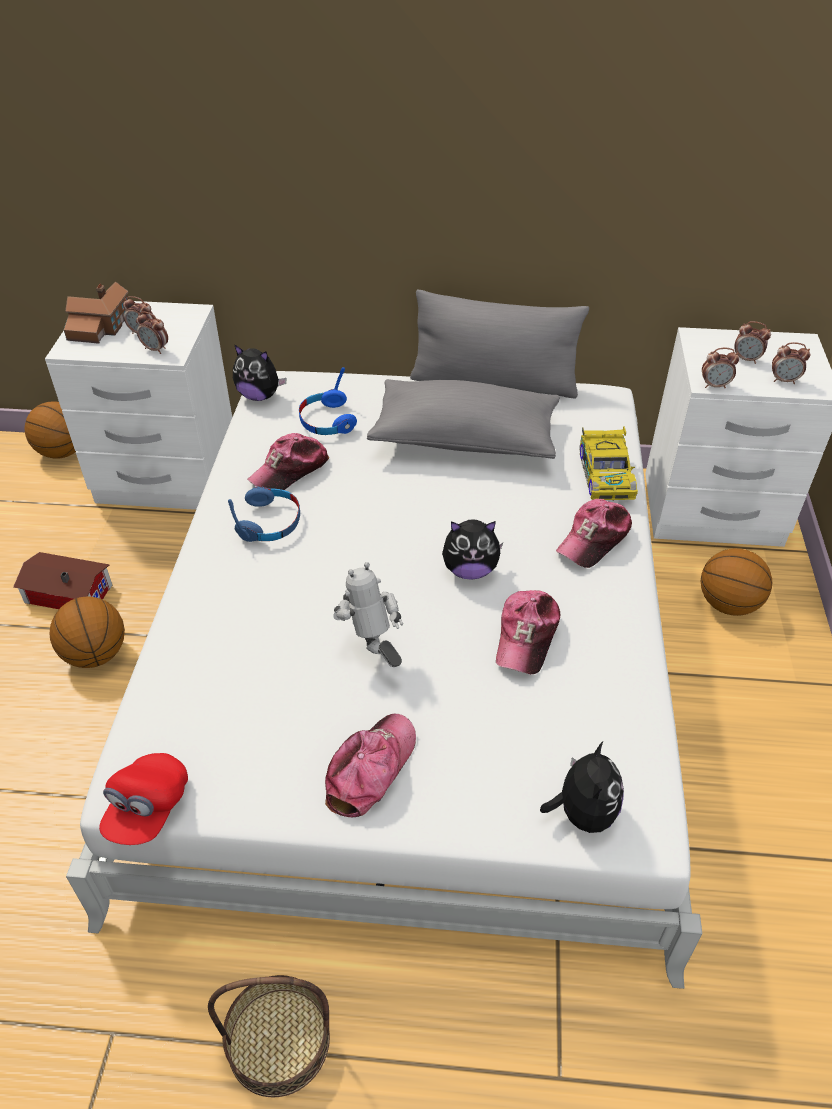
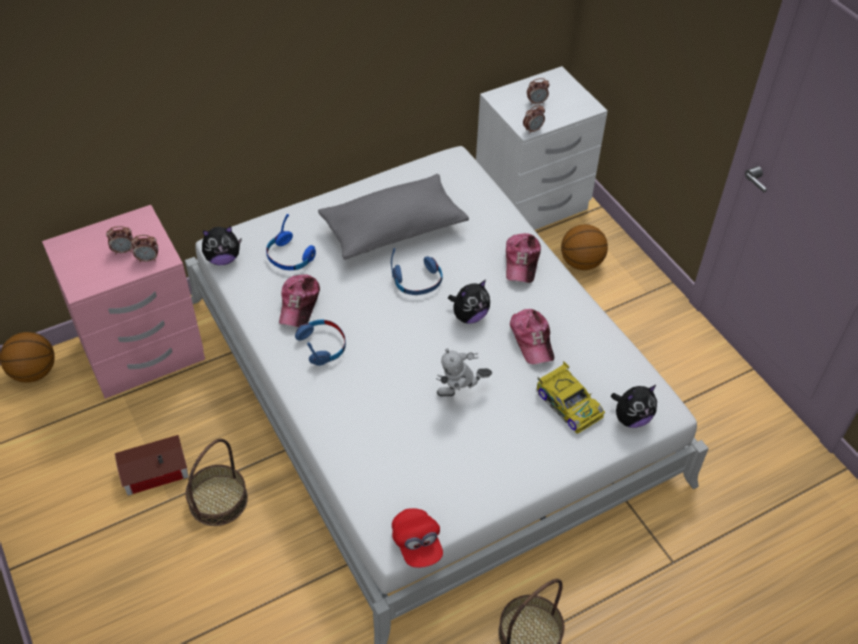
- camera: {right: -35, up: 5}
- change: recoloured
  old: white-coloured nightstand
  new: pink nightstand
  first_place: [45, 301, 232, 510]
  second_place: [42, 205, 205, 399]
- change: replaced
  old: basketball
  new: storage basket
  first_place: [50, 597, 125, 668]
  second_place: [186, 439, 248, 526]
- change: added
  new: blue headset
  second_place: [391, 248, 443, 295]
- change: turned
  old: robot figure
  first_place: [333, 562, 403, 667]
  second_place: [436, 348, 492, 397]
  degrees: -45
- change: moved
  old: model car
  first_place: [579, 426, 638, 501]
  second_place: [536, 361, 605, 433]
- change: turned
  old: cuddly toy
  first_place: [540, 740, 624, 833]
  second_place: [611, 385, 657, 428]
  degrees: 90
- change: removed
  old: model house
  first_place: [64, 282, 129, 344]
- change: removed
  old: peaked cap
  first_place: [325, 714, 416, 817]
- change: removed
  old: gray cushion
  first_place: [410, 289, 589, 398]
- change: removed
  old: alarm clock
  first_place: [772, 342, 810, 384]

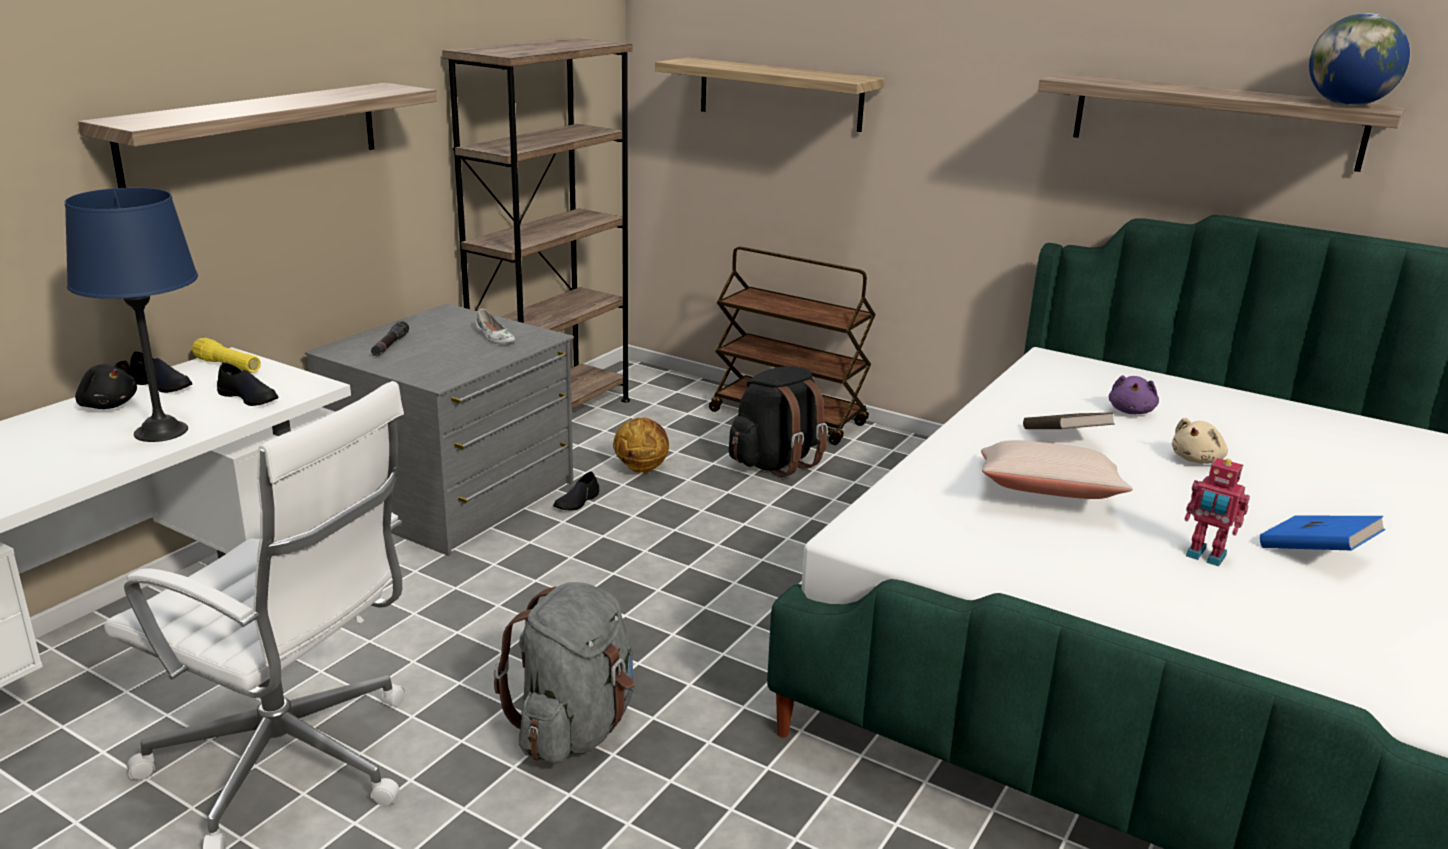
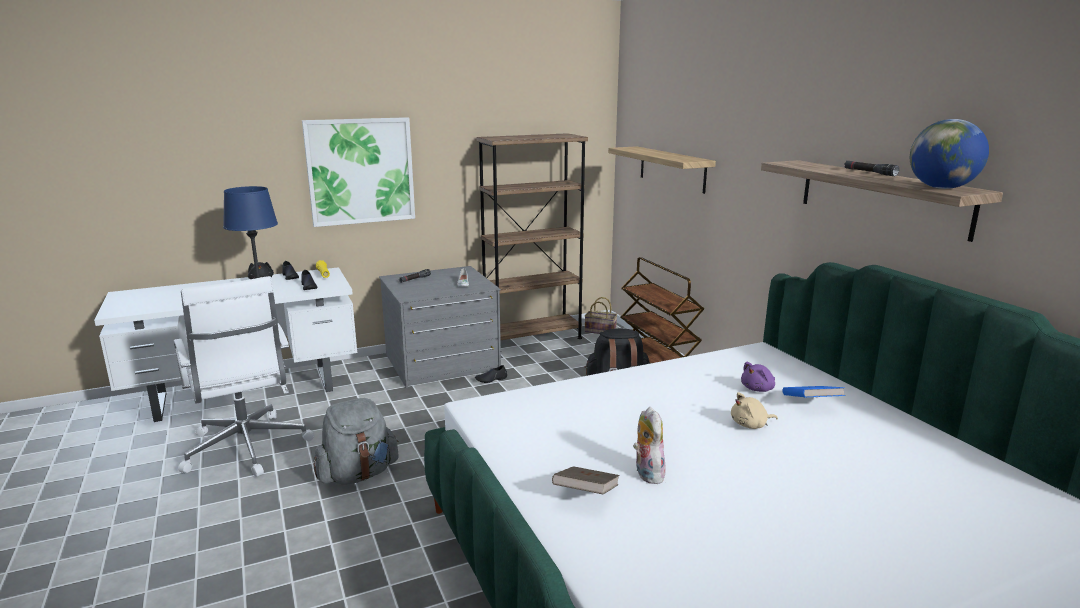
- camera: {right: 35, up: -5}
- change: replaced
  old: shelf
  new: wall picture
  first_place: [78, 83, 437, 188]
  second_place: [302, 117, 415, 227]
- change: moved
  old: brown volume
  first_place: [1023, 412, 1115, 429]
  second_place: [552, 466, 620, 494]
- change: added
  new: storage basket
  second_place: [585, 297, 617, 334]
- change: replaced
  old: robot figure
  new: cuddly toy
  first_place: [1185, 457, 1250, 566]
  second_place: [633, 407, 666, 484]
- change: moved
  old: blue volume
  first_place: [1260, 515, 1386, 550]
  second_place: [782, 386, 845, 397]
- change: added
  new: black hand torch
  second_place: [844, 161, 899, 176]
- change: removed
  old: basketball
  first_place: [613, 417, 669, 473]
- change: removed
  old: beige cushion
  first_place: [981, 440, 1133, 499]

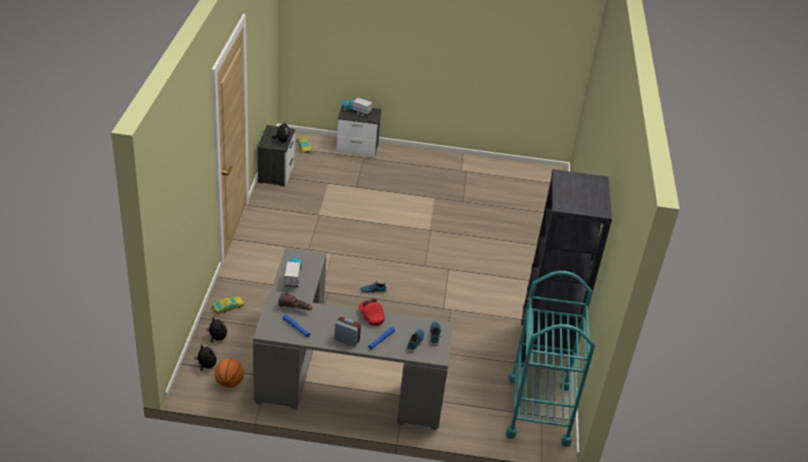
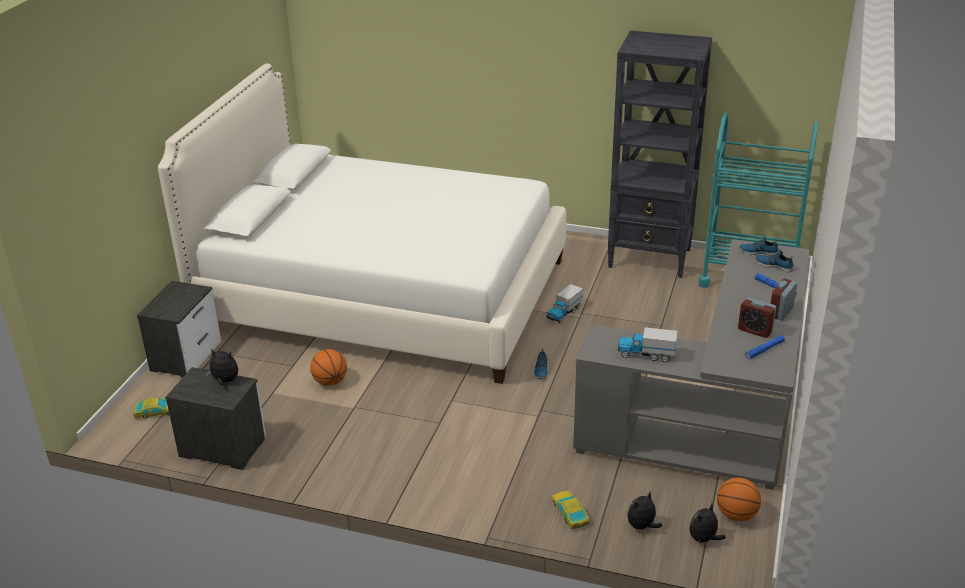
- camera: {right: -75, up: -5}
- change: added
  new: white-coloured bed
  second_place: [158, 63, 566, 384]
- change: added
  new: basketball
  second_place: [310, 349, 347, 386]
- change: moved
  old: toy truck
  first_place: [342, 98, 372, 117]
  second_place: [546, 284, 583, 324]
- change: added
  new: alarm clock
  second_place: [738, 297, 776, 338]
- change: removed
  old: hand torch
  first_place: [278, 292, 312, 310]
- change: removed
  old: reddish peaked cap
  first_place: [359, 298, 385, 326]

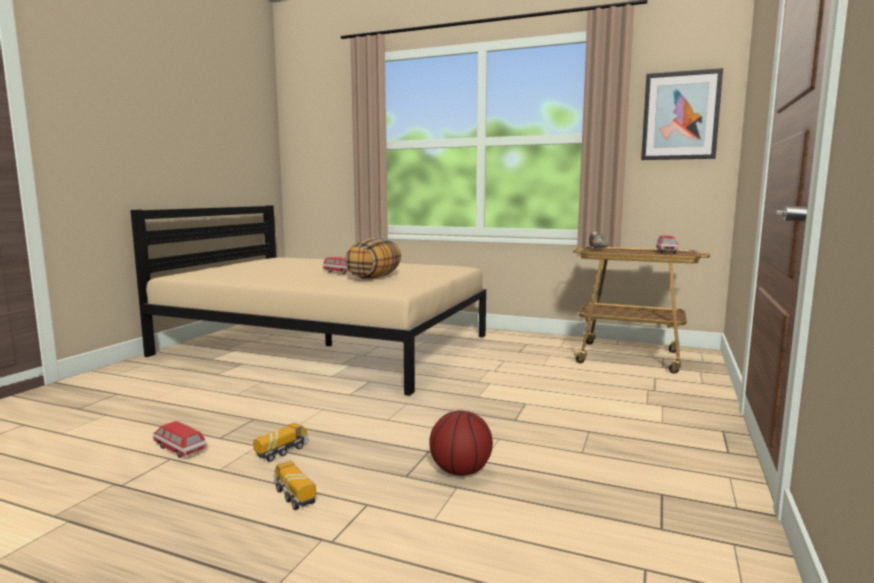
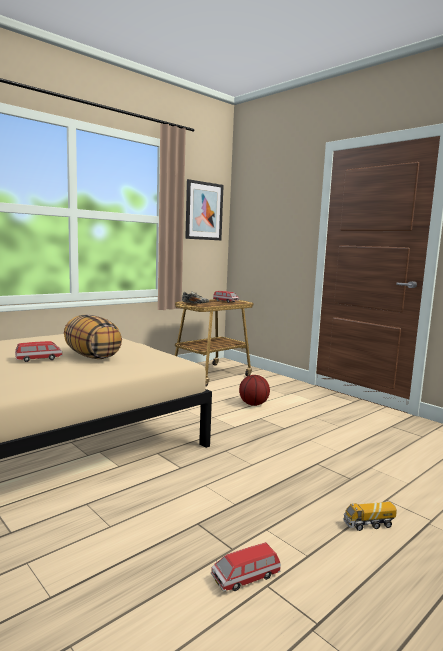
- camera: {right: -65, up: 0}
- change: moved
  old: basketball
  first_place: [429, 410, 493, 476]
  second_place: [239, 375, 270, 406]
- change: removed
  old: toy truck
  first_place: [253, 422, 309, 462]

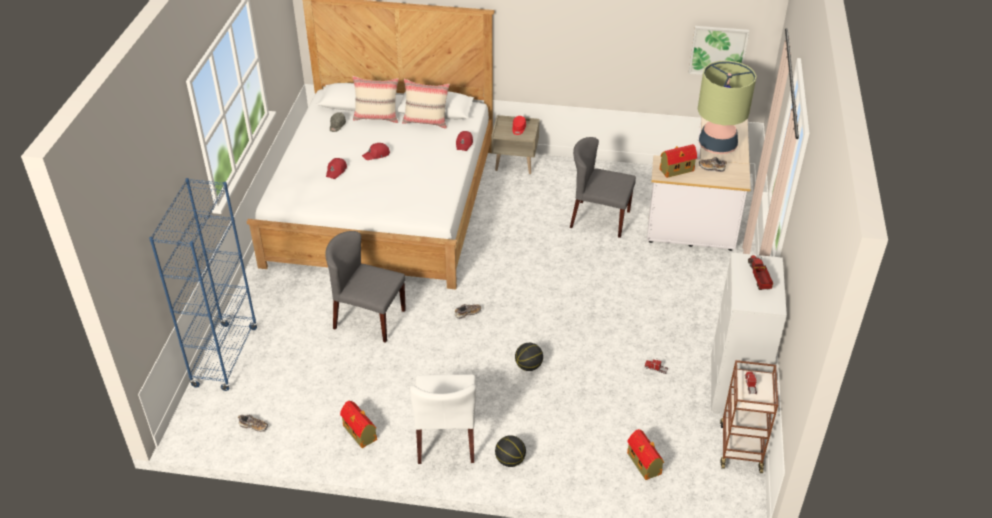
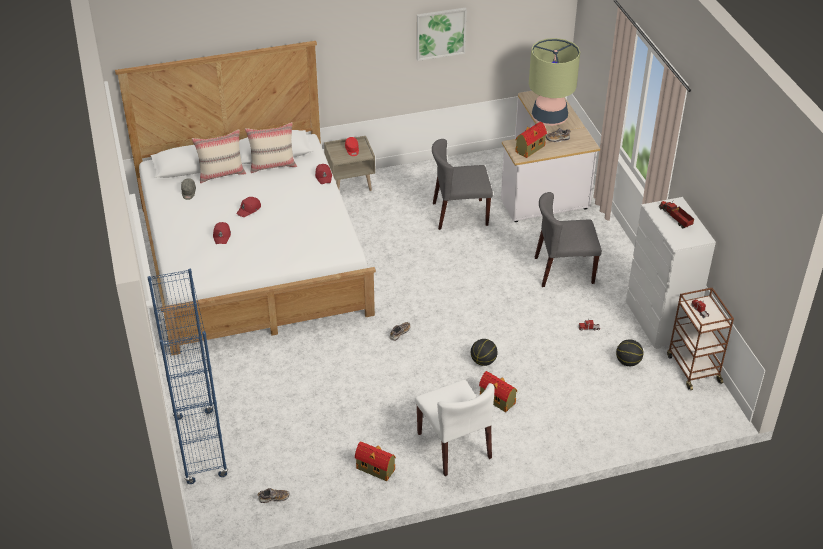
- camera: {right: -25, up: 0}
- change: moved
  old: wall picture
  first_place: [689, 26, 749, 75]
  second_place: [416, 7, 467, 61]
- change: moved
  old: model house
  first_place: [627, 429, 664, 480]
  second_place: [479, 371, 517, 412]
- change: moved
  old: gray chair
  first_place: [325, 231, 406, 343]
  second_place: [535, 192, 602, 287]
- change: moved
  old: basketball
  first_place: [495, 435, 526, 467]
  second_place: [616, 339, 644, 366]

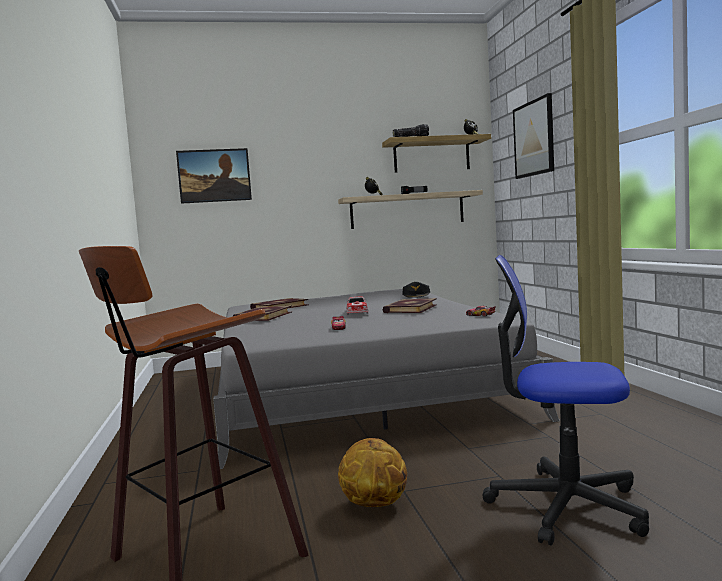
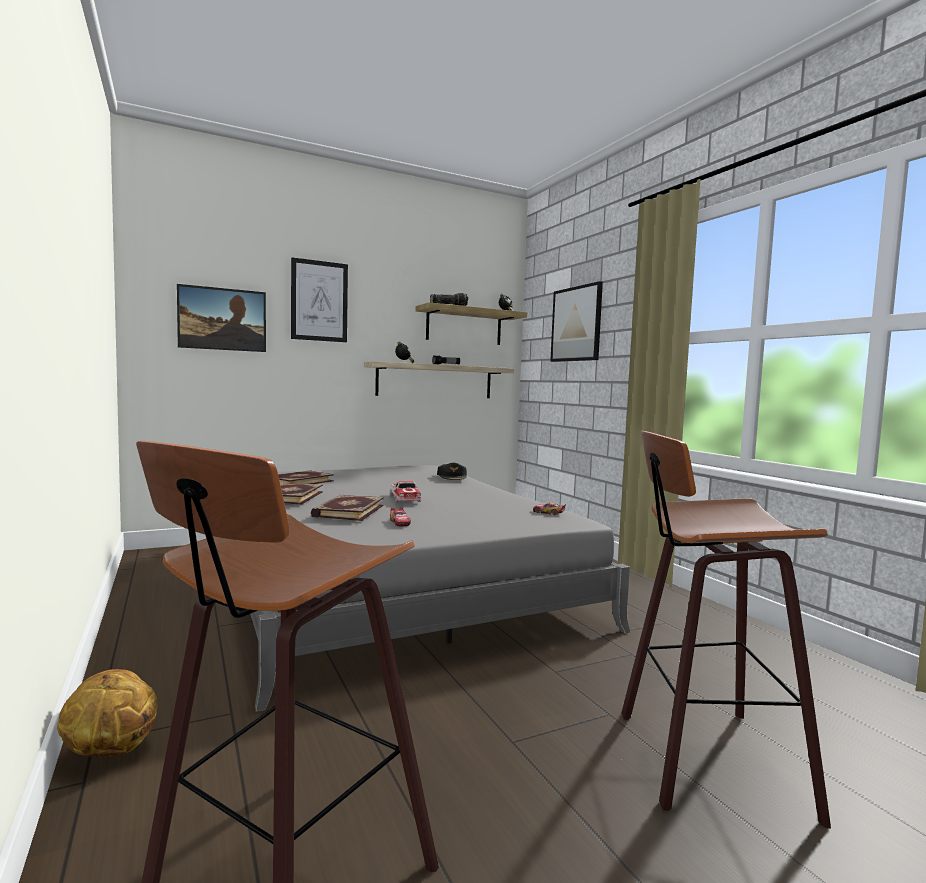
- camera: {right: -15, up: 0}
- change: moved
  old: basketball
  first_place: [338, 438, 407, 507]
  second_place: [57, 669, 158, 757]
- change: added
  new: wall picture
  second_place: [291, 257, 348, 342]
- change: moved
  old: volume
  first_place: [383, 298, 437, 313]
  second_place: [311, 495, 384, 521]
- change: replaced
  old: desk chair
  new: stool
  first_place: [482, 255, 649, 546]
  second_place: [621, 431, 831, 828]

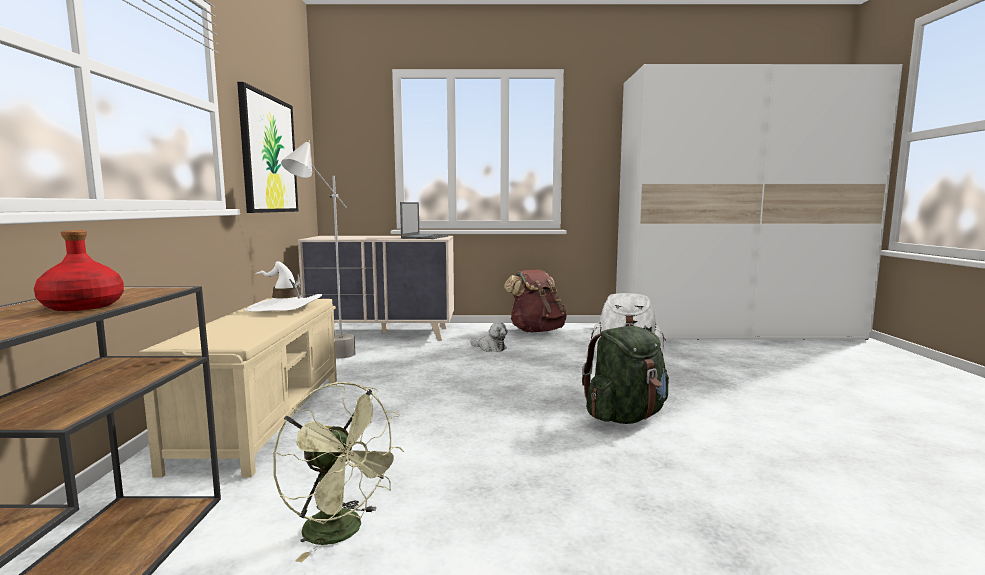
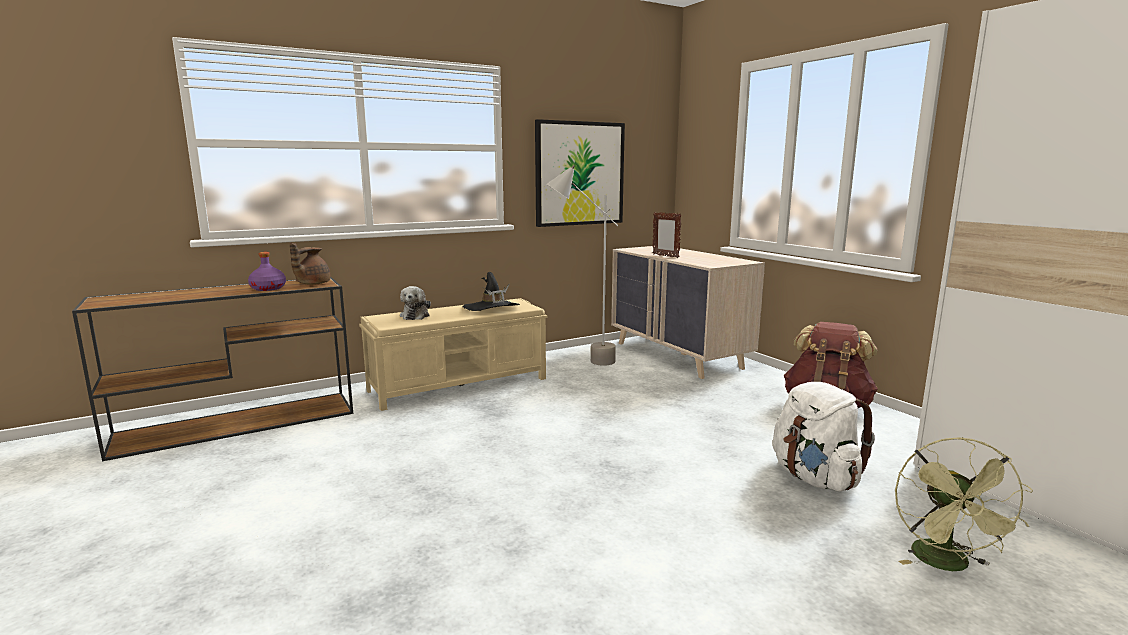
- camera: {right: 60, up: 5}
- change: recoloured
  old: reddish beverage bottle
  new: purple beverage bottle
  first_place: [34, 230, 124, 311]
  second_place: [248, 252, 286, 291]
- change: added
  new: brown teapot
  second_place: [290, 243, 331, 285]
- change: moved
  old: cuddly toy
  first_place: [470, 322, 508, 352]
  second_place: [400, 286, 431, 320]
- change: recoloured
  old: white-coloured hat
  new: black hat
  first_place: [244, 261, 322, 312]
  second_place: [462, 272, 520, 311]
- change: added
  new: standing frame
  second_place: [652, 212, 682, 258]
- change: moved
  old: green-coloured electric fan
  first_place: [273, 382, 404, 562]
  second_place: [895, 437, 1033, 571]
- change: removed
  old: notebook computer
  first_place: [400, 202, 449, 239]
- change: removed
  old: green-coloured knapsack
  first_place: [582, 326, 669, 424]

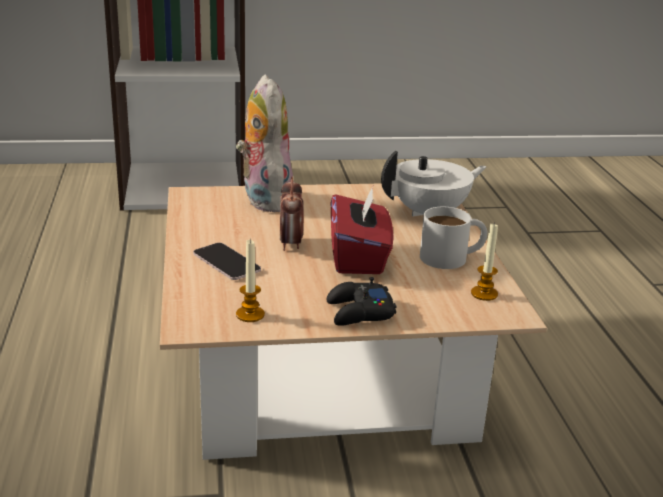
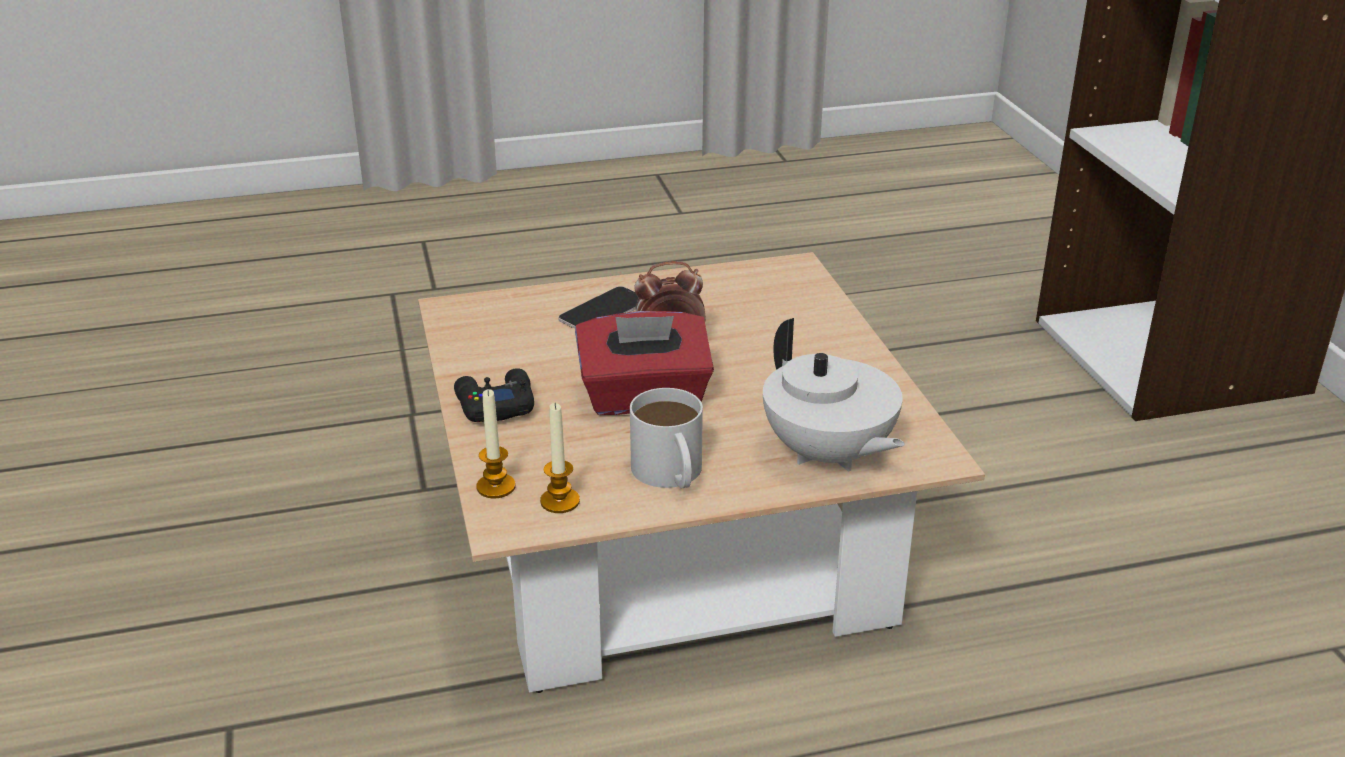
- camera: {right: 85, up: 5}
- change: moved
  old: candle
  first_place: [236, 239, 265, 322]
  second_place: [476, 389, 516, 498]
- change: removed
  old: cuddly toy
  first_place: [236, 74, 294, 212]

